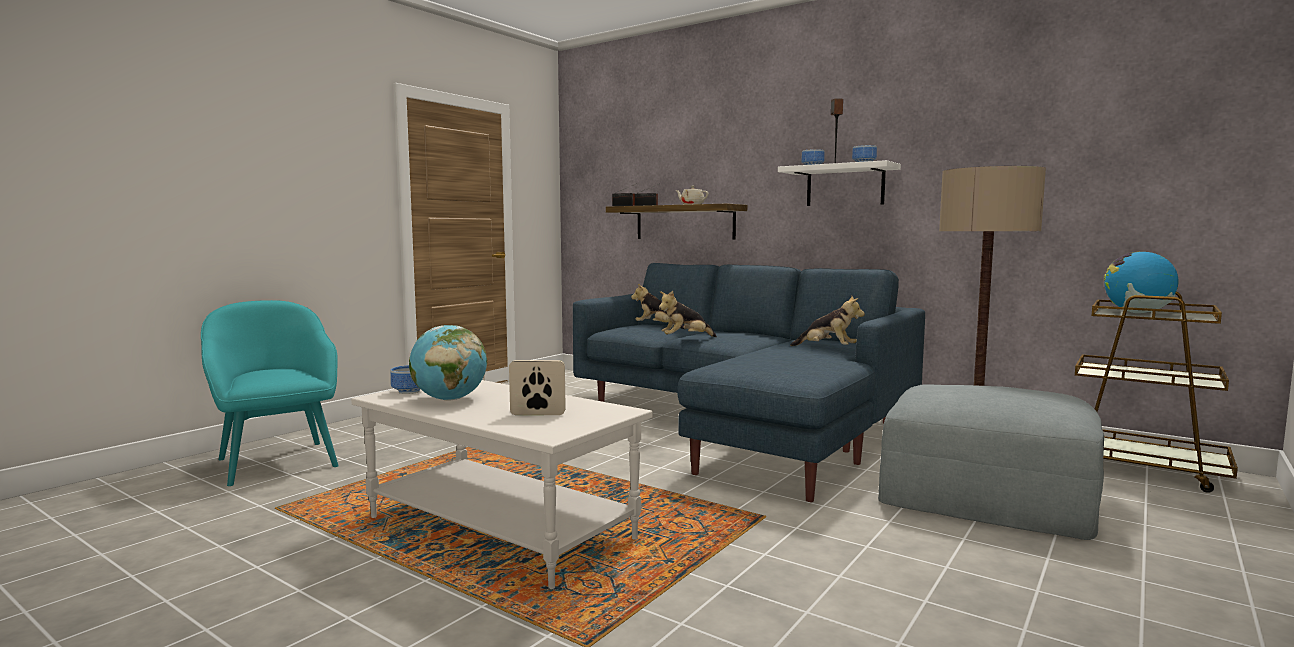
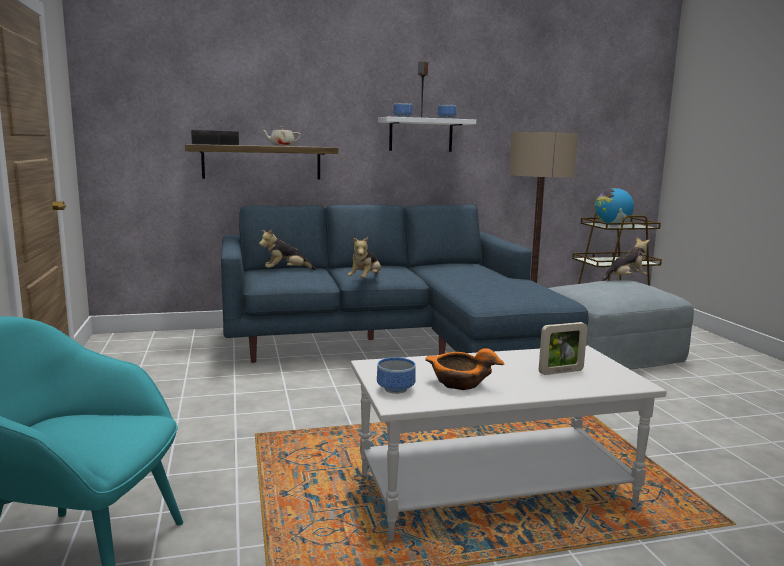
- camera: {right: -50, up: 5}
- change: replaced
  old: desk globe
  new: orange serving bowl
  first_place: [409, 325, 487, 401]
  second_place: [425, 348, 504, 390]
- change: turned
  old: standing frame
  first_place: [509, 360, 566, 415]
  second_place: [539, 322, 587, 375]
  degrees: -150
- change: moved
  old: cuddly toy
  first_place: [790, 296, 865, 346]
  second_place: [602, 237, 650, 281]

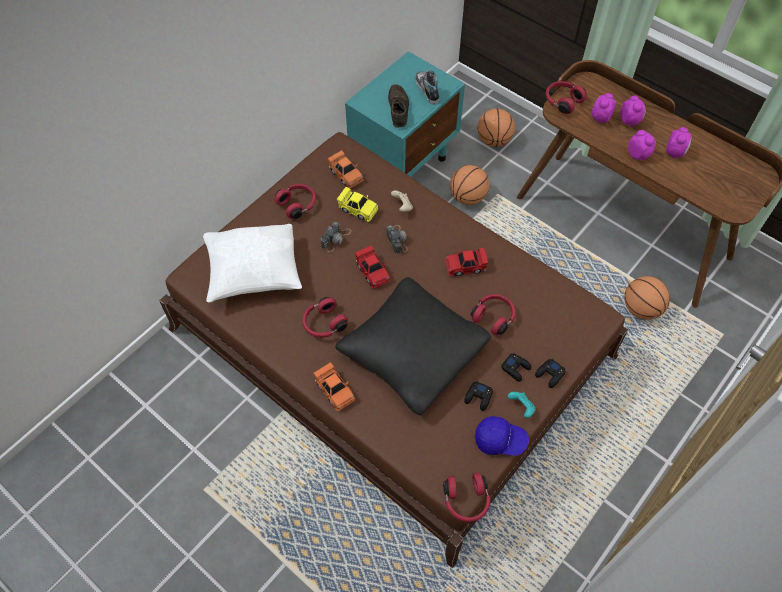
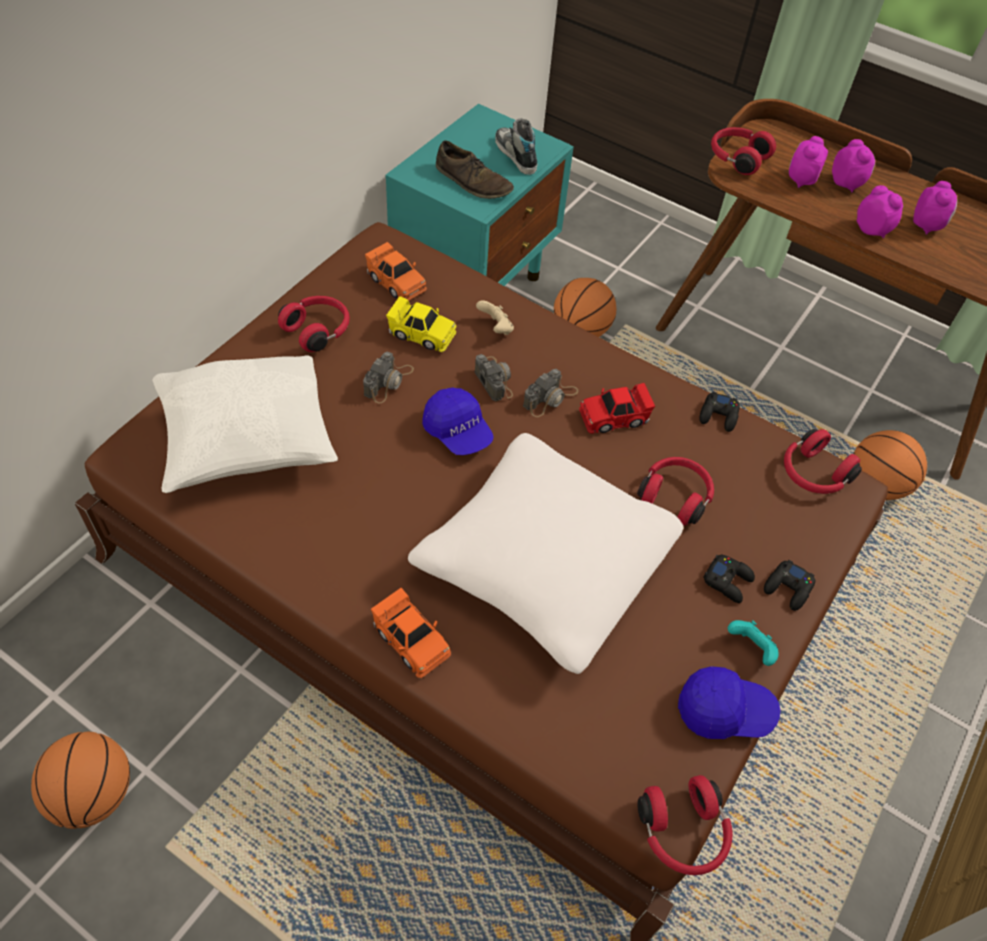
- camera: {right: -10, up: -5}
- change: moved
  old: basketball
  first_place: [477, 108, 515, 147]
  second_place: [31, 732, 130, 829]
- change: recoloured
  old: black cushion
  new: white-coloured cushion
  first_place: [335, 277, 491, 415]
  second_place: [408, 433, 683, 674]
- change: replaced
  old: reddish model car
  new: blue peaked cap
  first_place: [355, 245, 390, 289]
  second_place: [422, 388, 494, 455]
- change: turned
  old: brown low shoe
  first_place: [388, 85, 409, 128]
  second_place: [436, 140, 514, 199]
  degrees: 135
- change: added
  new: still camera
  second_place: [523, 369, 578, 417]
- change: moved
  old: black gamepad
  first_place: [464, 381, 493, 411]
  second_place: [699, 392, 740, 432]
- change: moved
  old: reddish headset
  first_place: [302, 297, 348, 338]
  second_place: [784, 429, 862, 494]

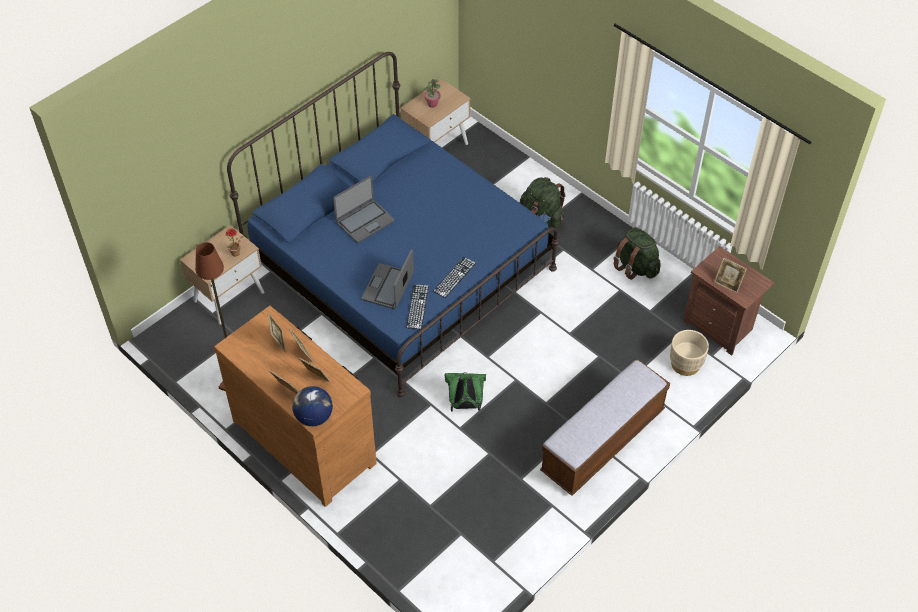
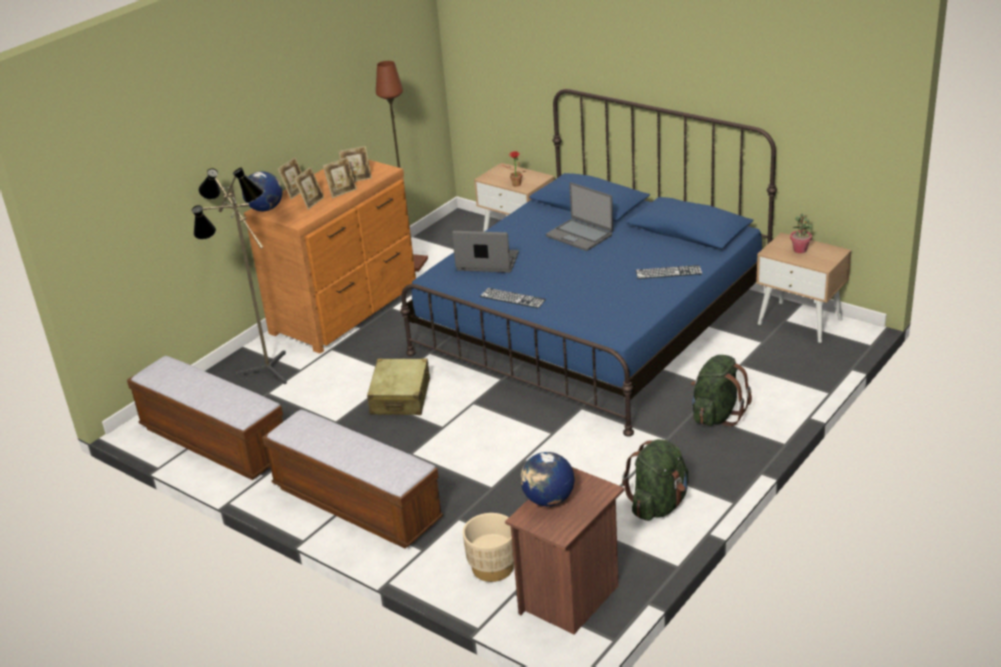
- camera: {right: 85, up: -20}
- change: added
  new: indoor bench
  second_place: [127, 356, 283, 480]
- change: added
  new: standing lamp
  second_place: [192, 168, 287, 384]
- change: replaced
  old: green-coloured knapsack
  new: beige suitcase
  first_place: [445, 372, 486, 412]
  second_place: [367, 358, 430, 415]
- change: replaced
  old: standing frame
  new: desk globe
  first_place: [714, 257, 747, 293]
  second_place: [520, 452, 574, 506]
- change: moved
  old: keyboard
  first_place: [406, 284, 429, 330]
  second_place: [636, 265, 702, 279]

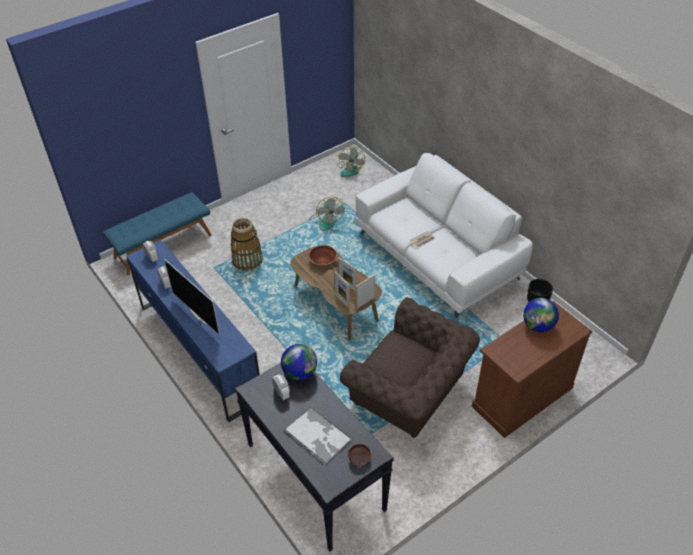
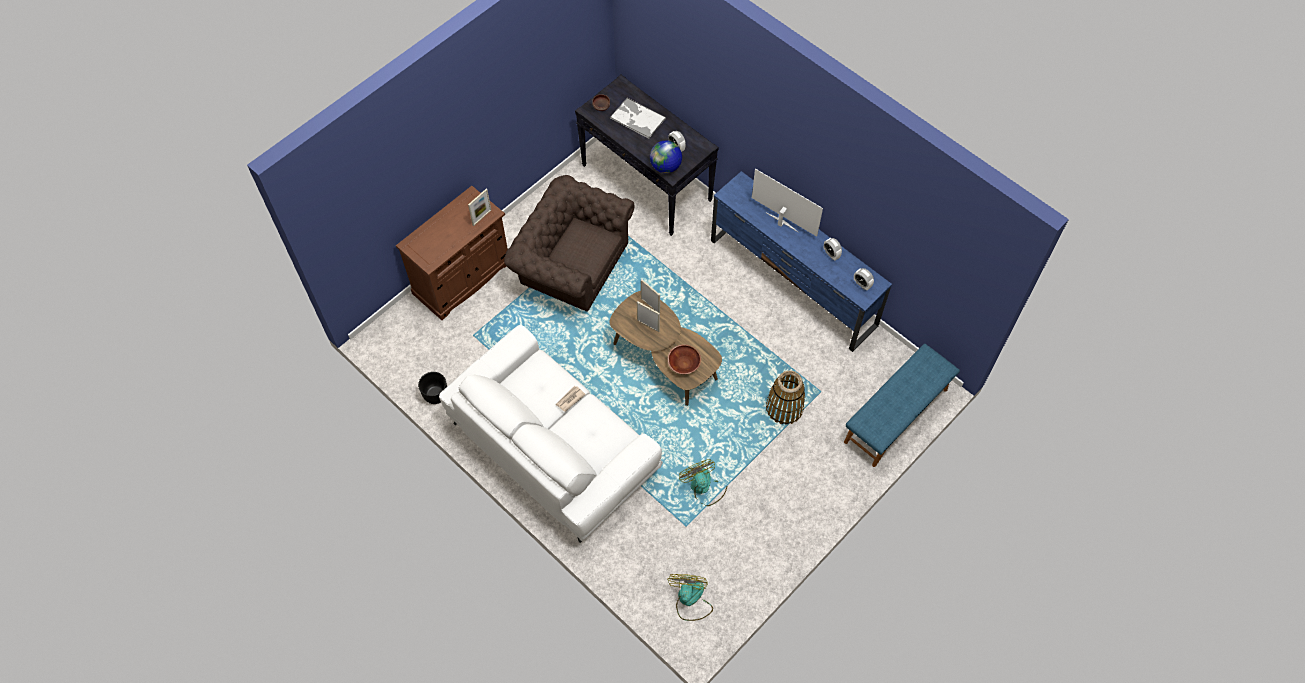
- camera: {right: 170, up: 15}
- change: moved
  old: standing frame
  first_place: [356, 274, 375, 309]
  second_place: [468, 189, 491, 226]
- change: removed
  old: desk globe
  first_place: [523, 298, 559, 332]

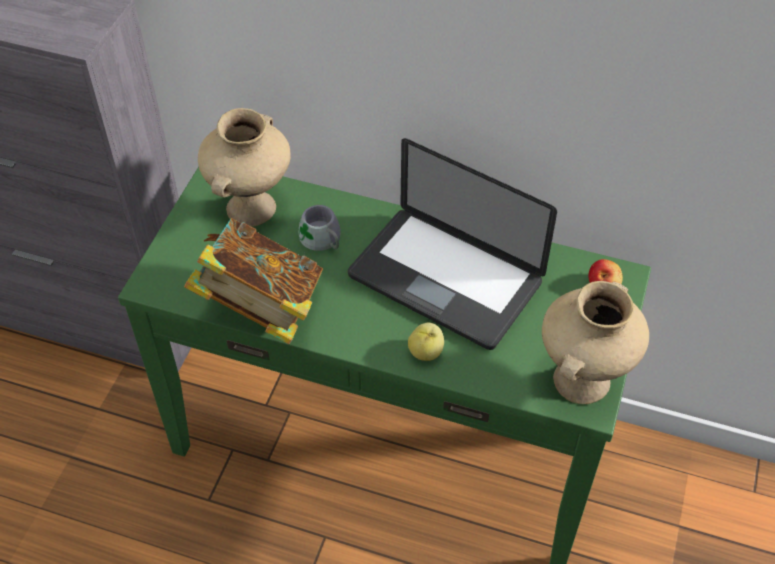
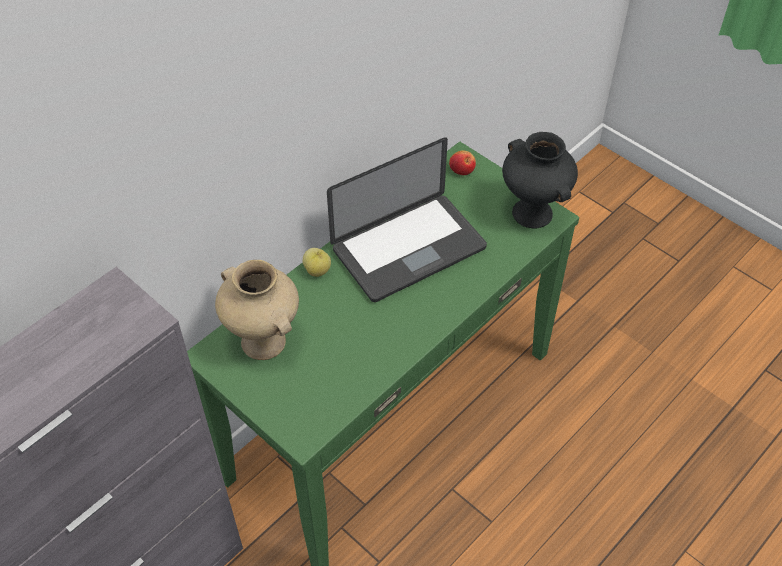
- camera: {right: -65, up: 0}
- change: moved
  old: apple fruit
  first_place: [408, 323, 444, 361]
  second_place: [302, 248, 331, 277]
- change: recoloured
  old: beige decorative vase
  new: black decorative vase
  first_place: [542, 281, 649, 404]
  second_place: [502, 132, 578, 228]
- change: removed
  old: volume
  first_place: [184, 218, 323, 344]
- change: removed
  old: gray mug
  first_place: [298, 205, 341, 256]

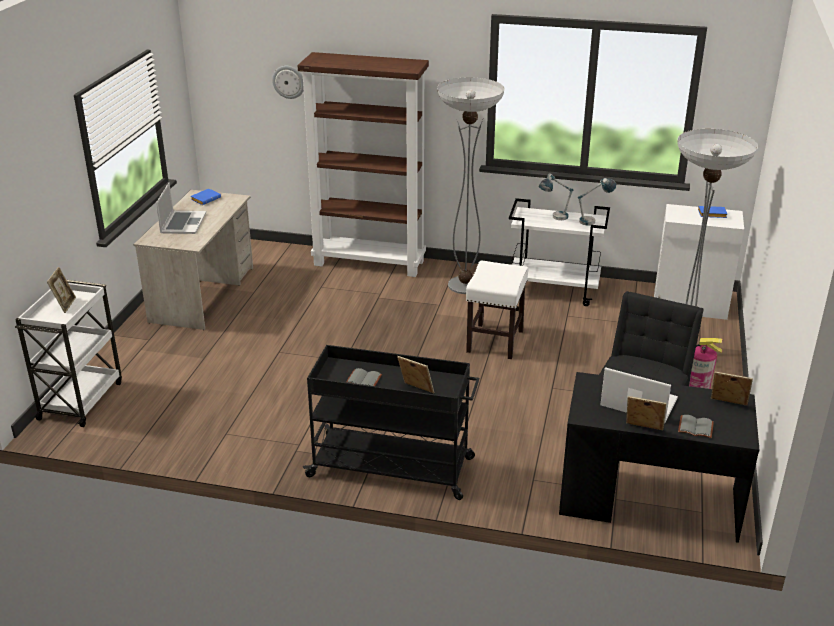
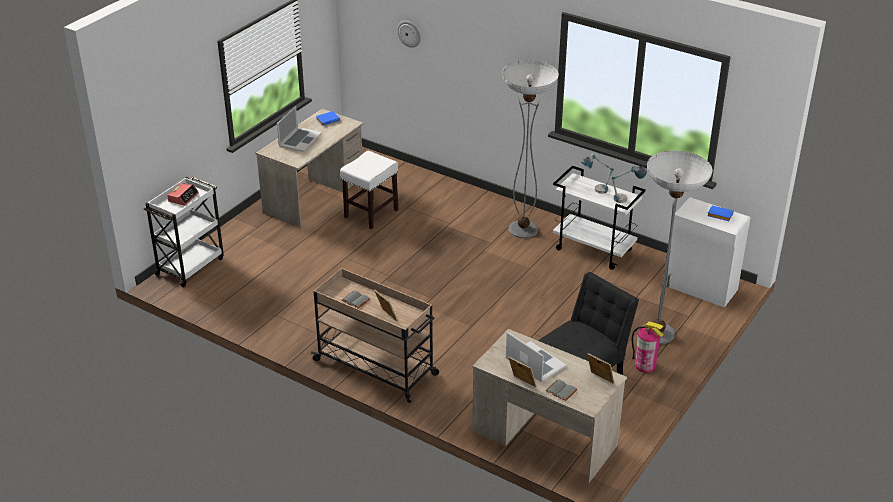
- camera: {right: 20, up: 5}
- change: replaced
  old: standing frame
  new: alarm clock
  first_place: [47, 267, 76, 313]
  second_place: [167, 183, 199, 206]
- change: recoloured
  old: black cart
  new: beige cart
  first_place: [303, 345, 479, 500]
  second_place: [311, 268, 439, 403]
- change: moved
  old: white-coloured stool
  first_place: [466, 261, 528, 359]
  second_place: [340, 151, 398, 229]
- change: recoloured
  old: black desk table
  new: beige desk table
  first_place: [559, 372, 759, 543]
  second_place: [472, 329, 627, 484]
- change: removed
  old: brown bookshelf
  first_place: [298, 52, 429, 277]

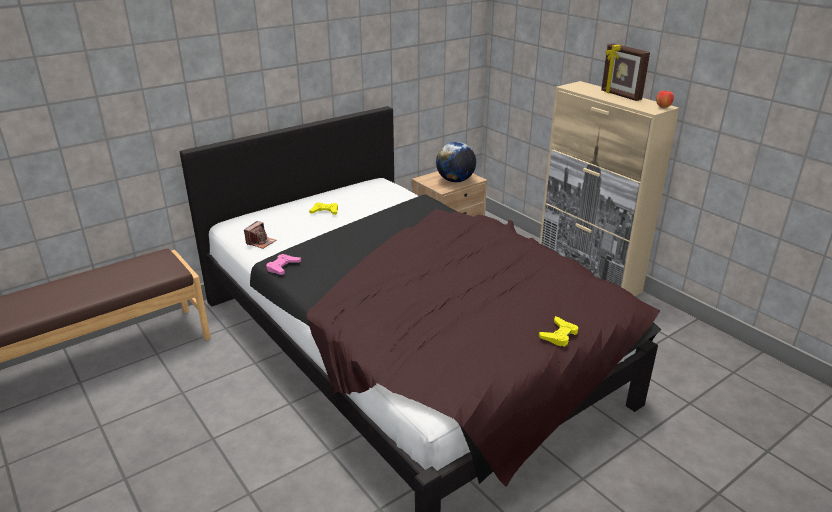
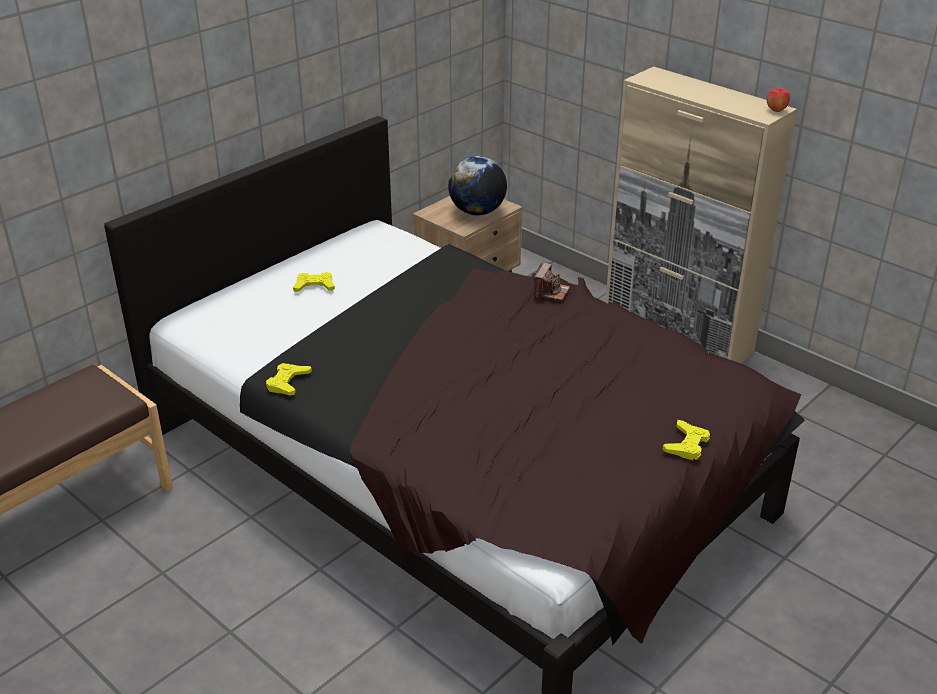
- camera: {right: -10, up: 5}
- change: recoloured
  old: pink gamepad
  new: yellow-coloured gamepad
  first_place: [266, 254, 301, 275]
  second_place: [266, 363, 312, 395]
- change: moved
  old: still camera
  first_place: [244, 221, 276, 249]
  second_place: [533, 263, 570, 300]
- change: removed
  old: standing frame
  first_place: [601, 44, 650, 101]

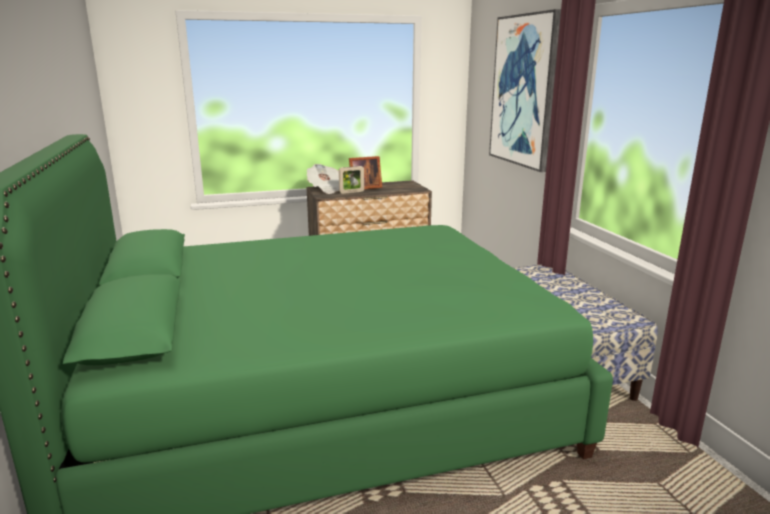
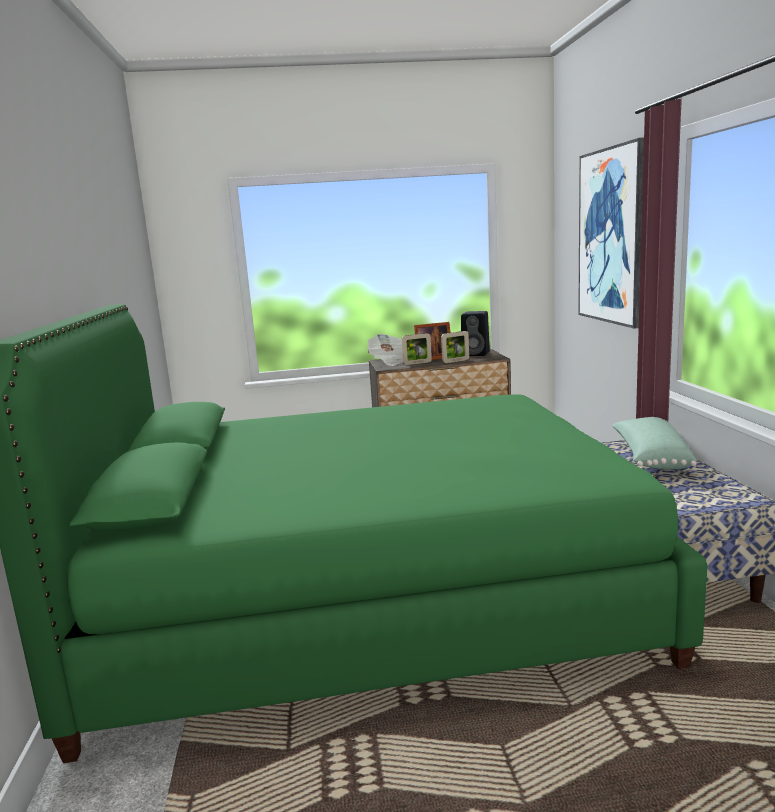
- camera: {right: 10, up: -5}
- change: added
  new: standing frame
  second_place: [441, 331, 469, 363]
- change: added
  new: black audio speaker
  second_place: [461, 311, 490, 356]
- change: added
  new: green-coloured cushion
  second_place: [612, 417, 697, 469]

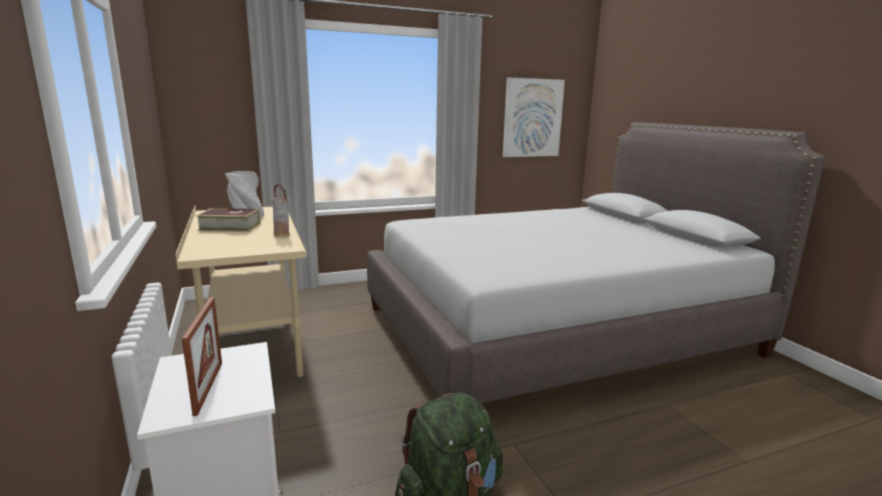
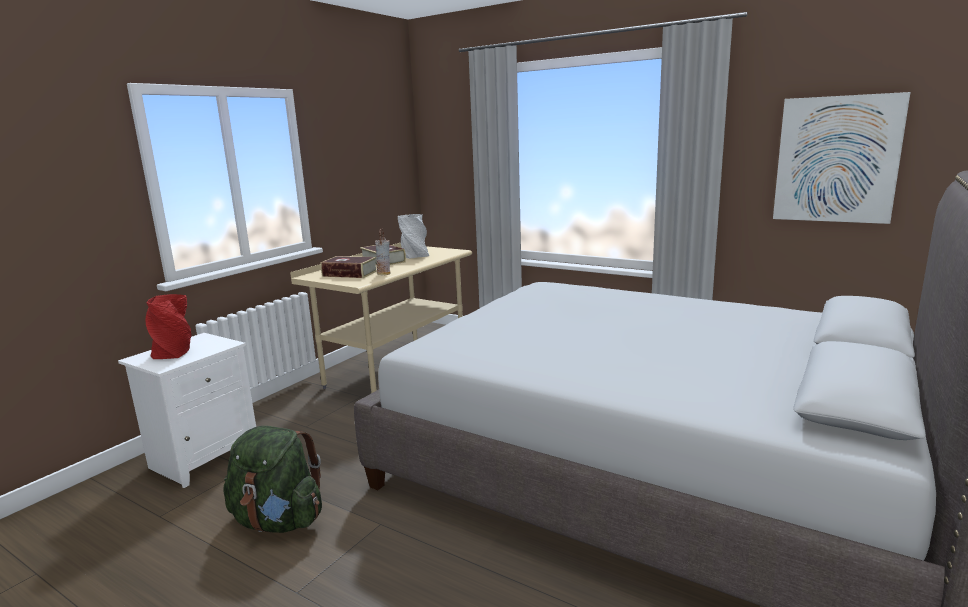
- camera: {right: 55, up: 0}
- change: replaced
  old: standing frame
  new: reddish decorative vase
  first_place: [182, 297, 222, 416]
  second_place: [146, 294, 191, 359]
- change: added
  new: volume
  second_place: [321, 256, 377, 278]

